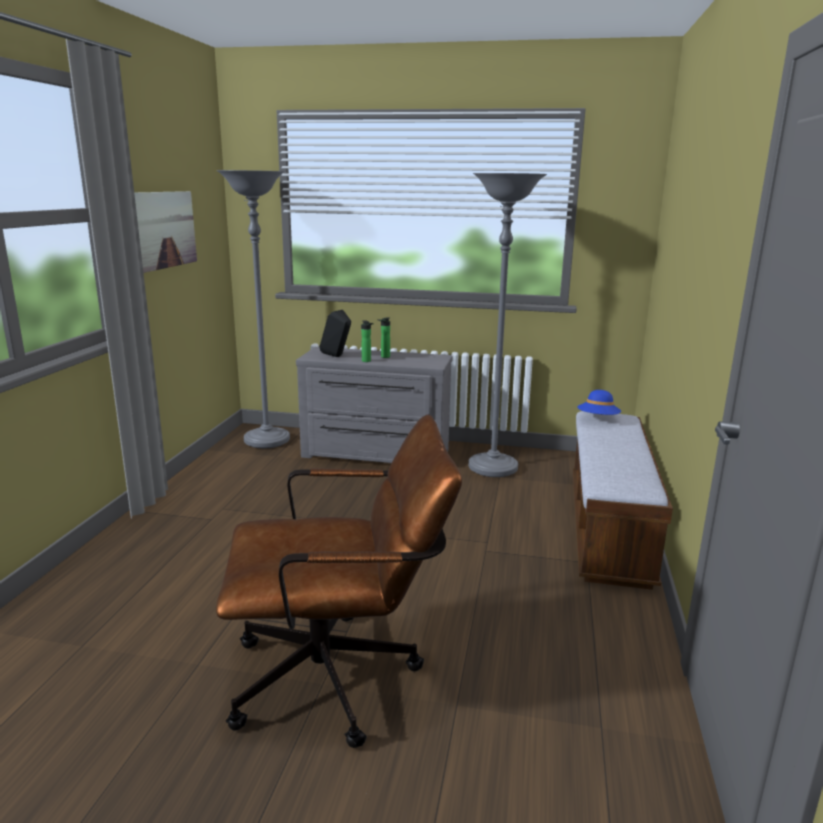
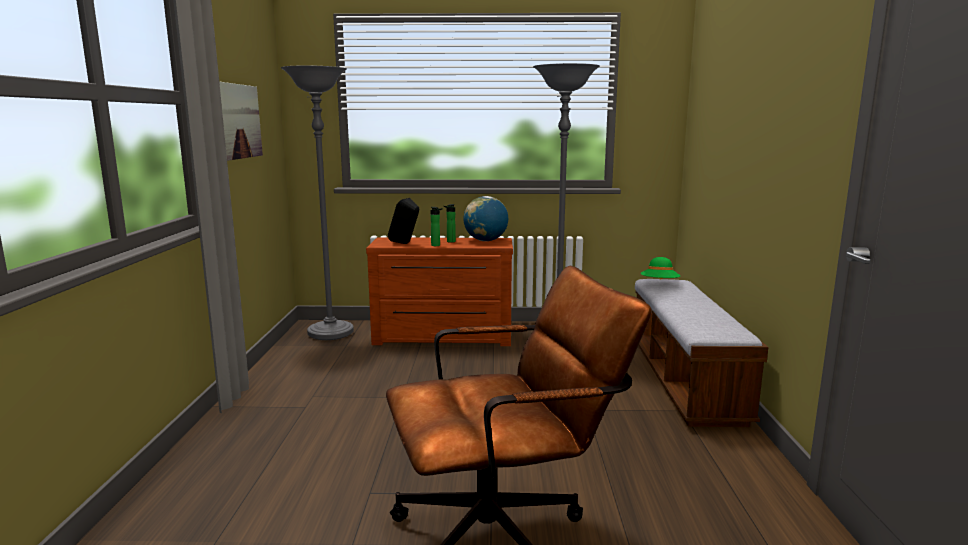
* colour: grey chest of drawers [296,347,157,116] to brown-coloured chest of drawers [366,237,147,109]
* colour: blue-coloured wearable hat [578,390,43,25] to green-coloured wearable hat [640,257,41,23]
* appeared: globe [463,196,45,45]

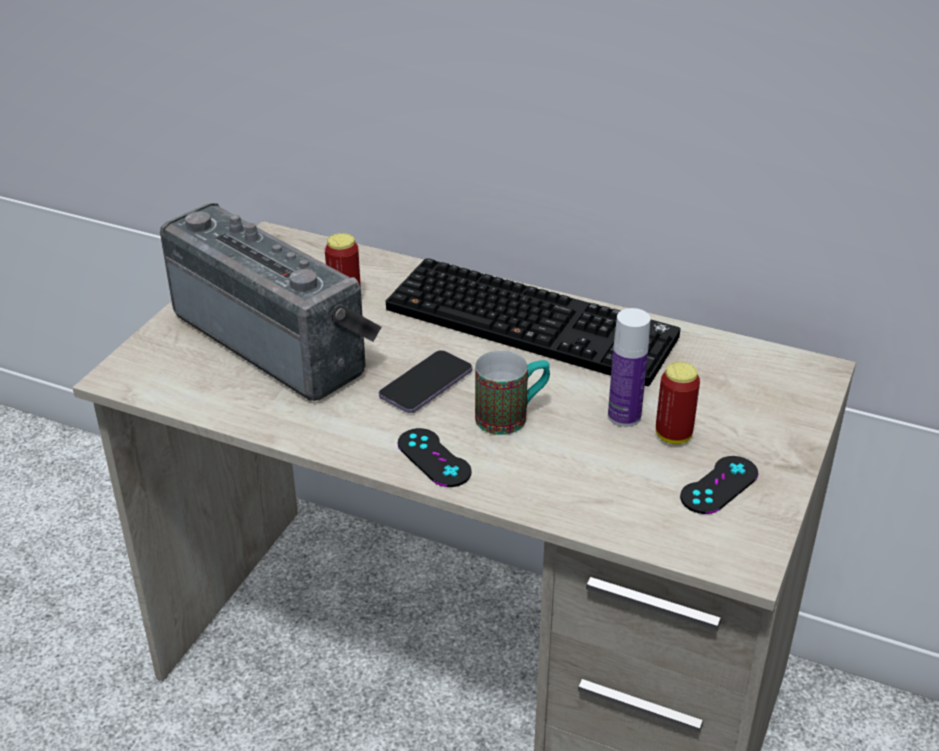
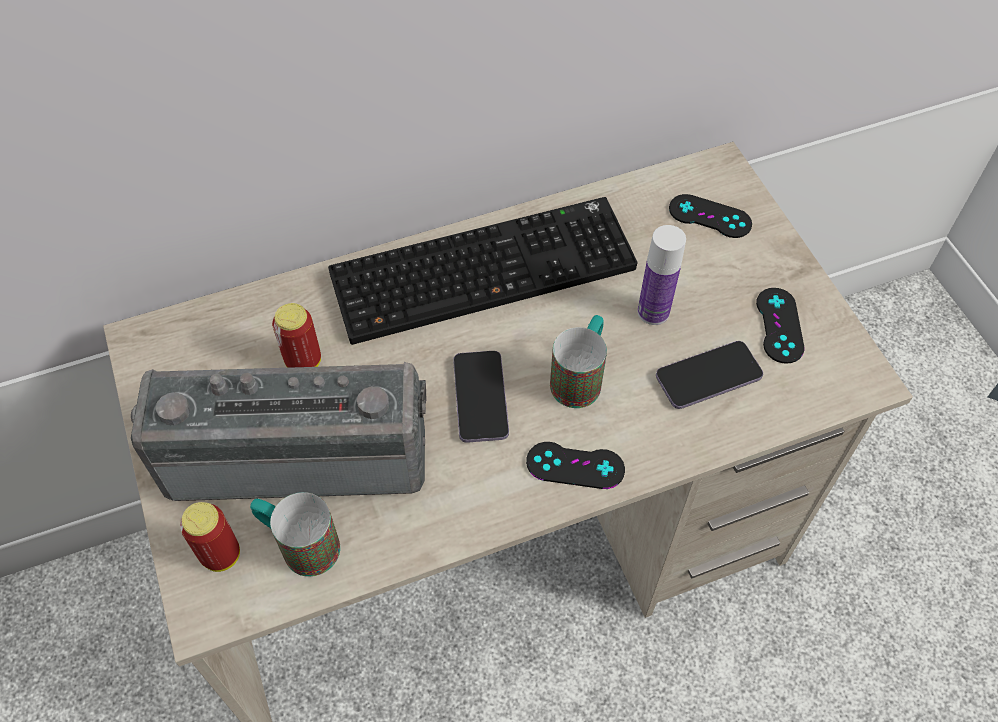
* relocated: metal can [656,361,44,83] to [180,502,60,70]
* appeared: black joypad [669,194,83,44]
* appeared: phone [656,341,107,68]
* appeared: mug [250,492,90,85]

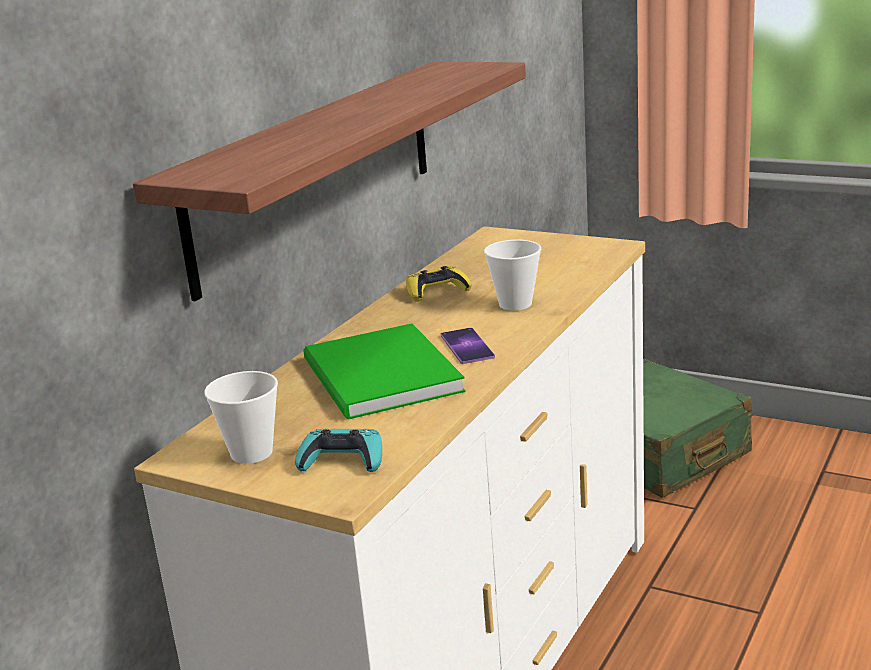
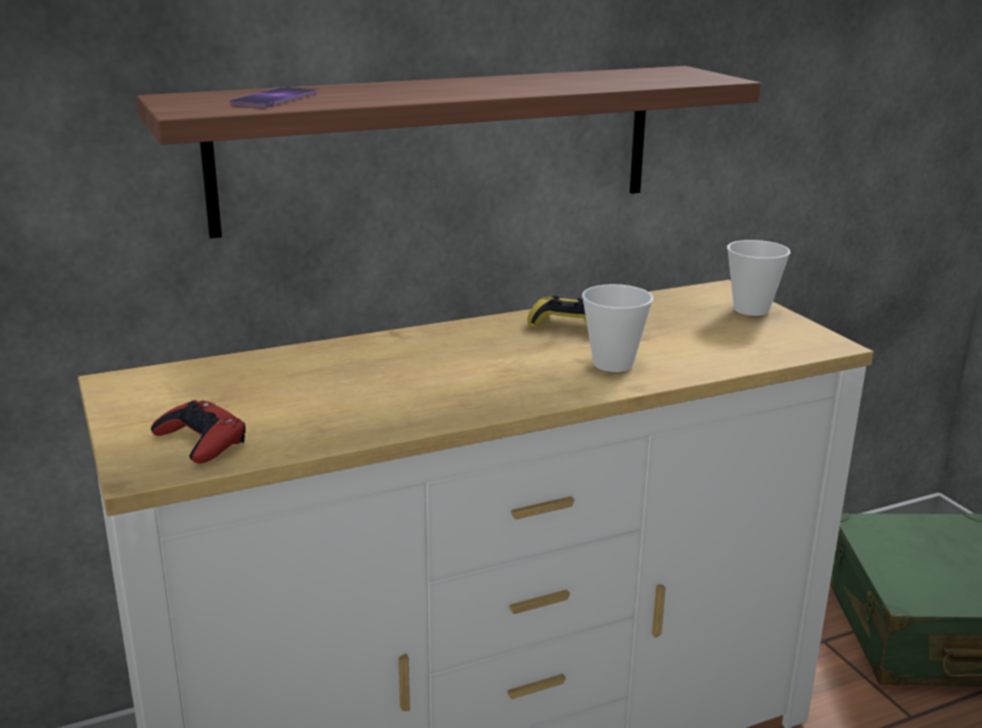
* missing: green-coloured bound book [303,323,163,97]
* relocated: phone [441,328,54,36] to [229,87,89,20]
* relocated: drinking cup [204,371,74,93] to [727,240,64,76]
* colour: turquoise-coloured joypad [295,429,87,43] to reddish joypad [151,400,95,64]

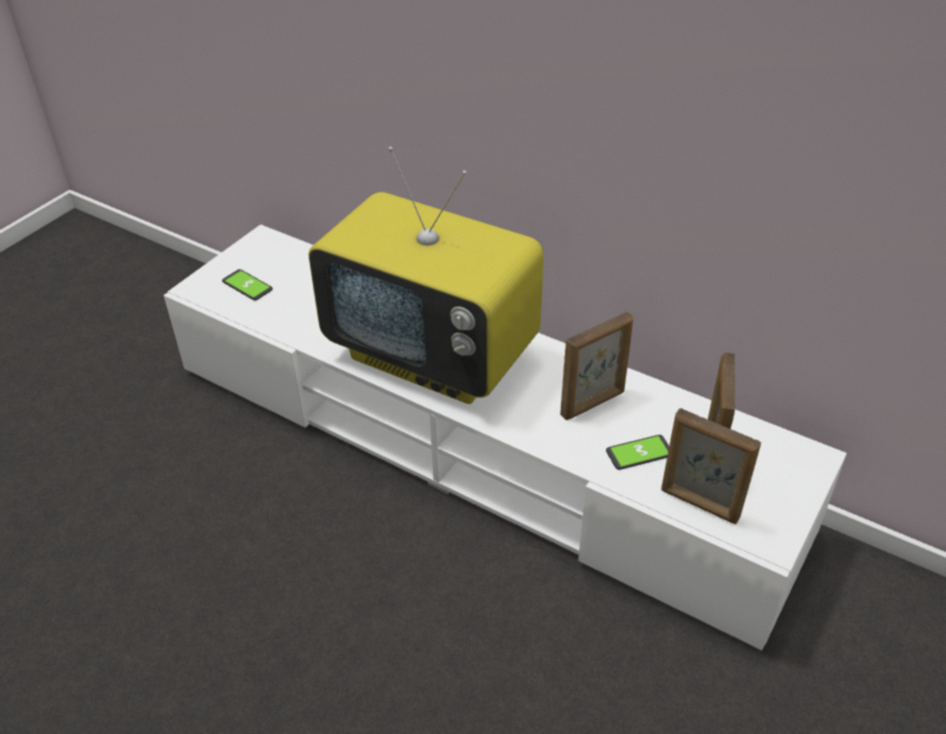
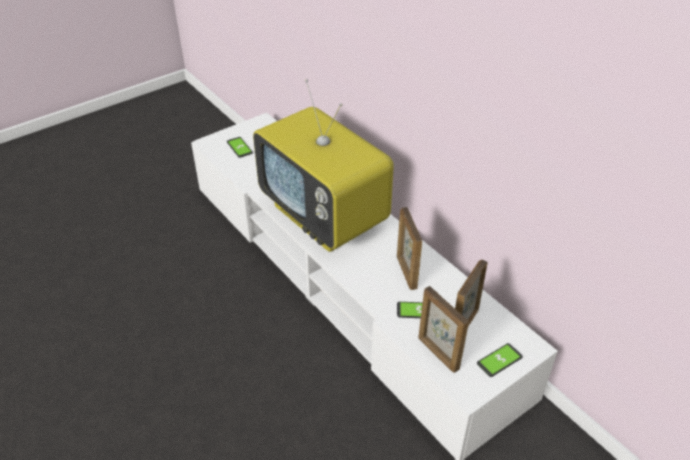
* spun: picture frame [560,312,73,108] = [397,207,25,83] 90 degrees clockwise
* appeared: phone [477,343,46,34]

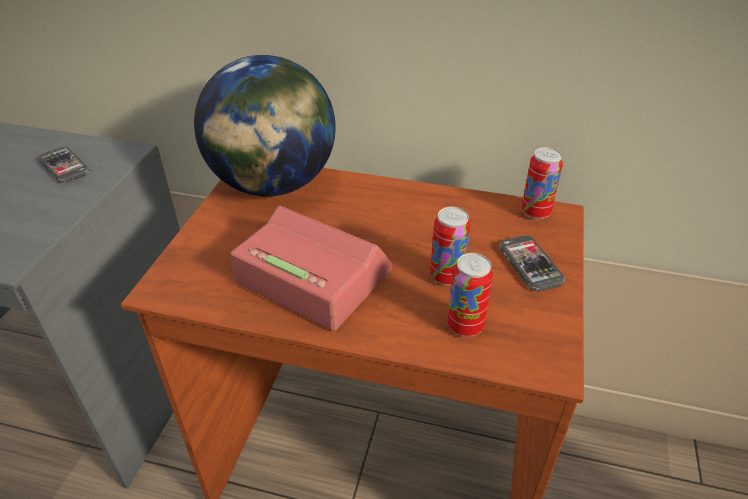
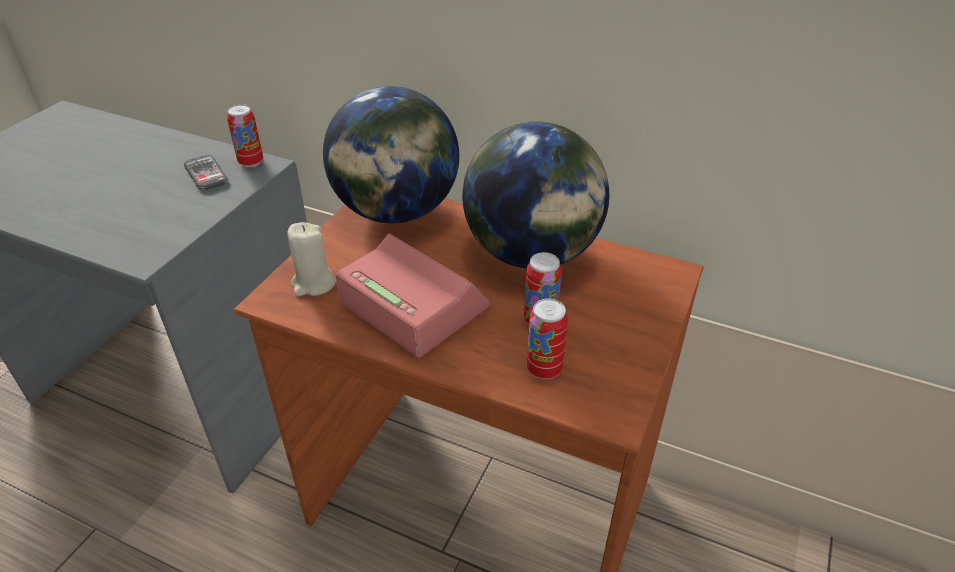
* relocated: metal can [521,147,42,73] to [227,104,36,63]
* missing: phone [499,235,66,57]
* appeared: globe [462,122,147,147]
* appeared: sand-coloured wax candle [287,222,48,74]

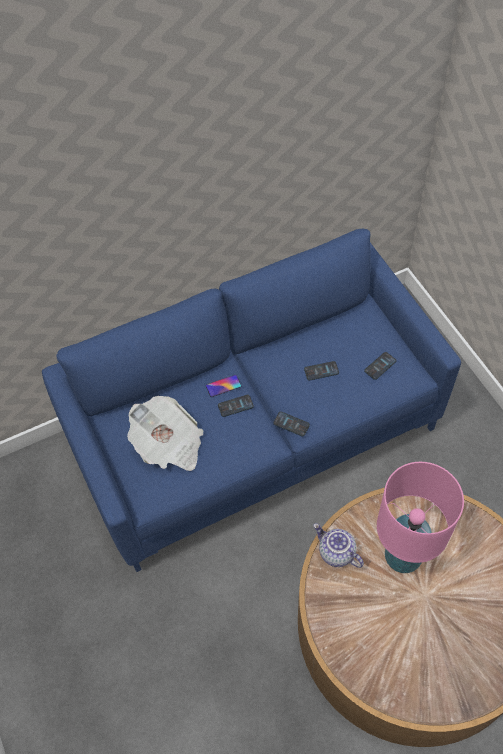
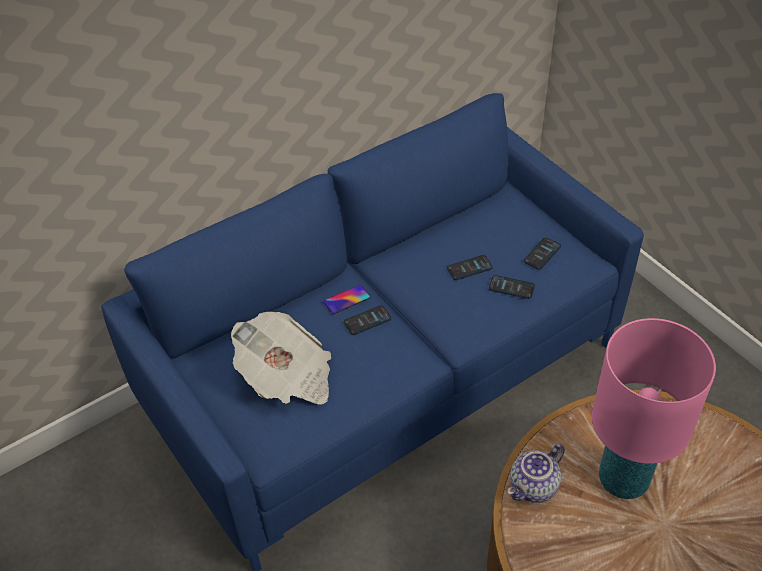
* relocated: phone [273,411,37,26] to [489,275,46,24]
* spun: tea pot [313,523,51,45] = [507,444,58,59] 75 degrees counterclockwise

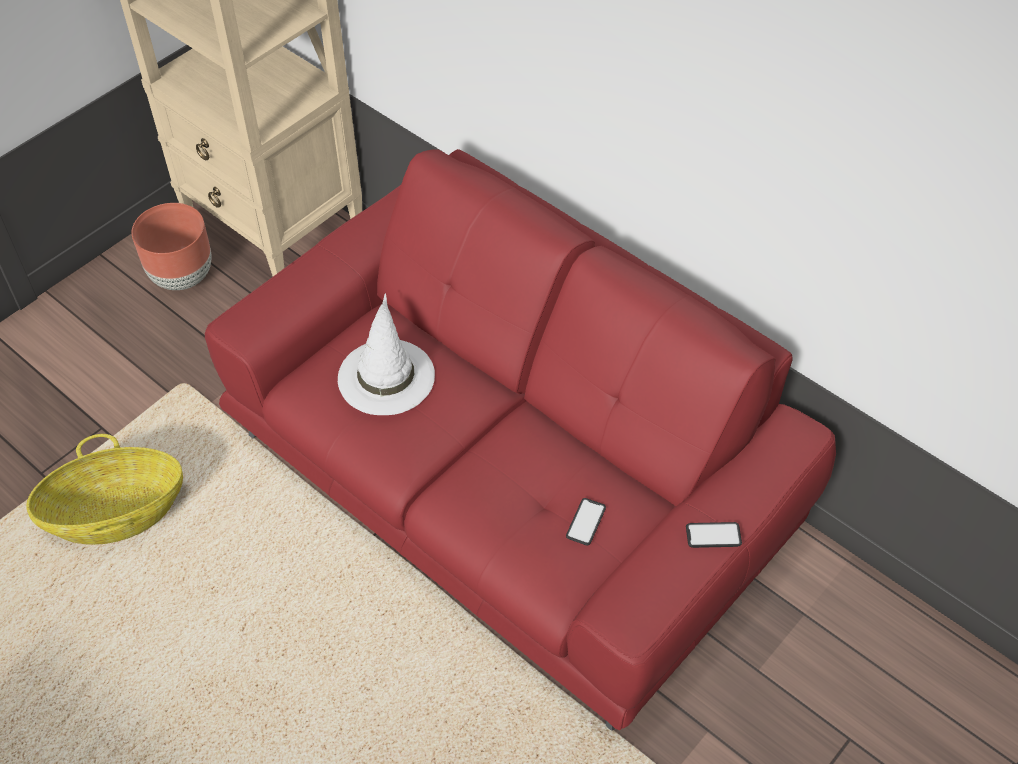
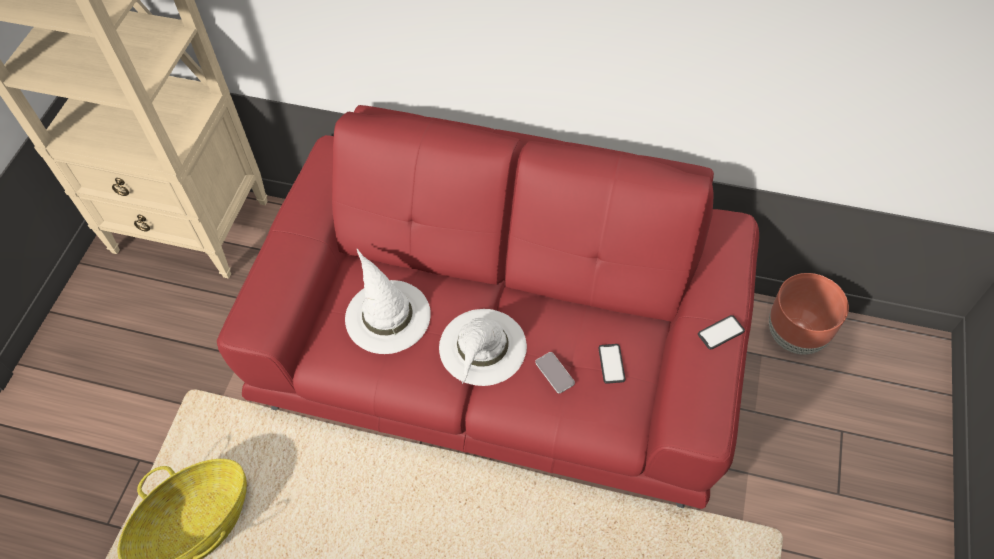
* relocated: brown-coloured planter [132,203,80,87] to [769,273,80,82]
* appeared: white wearable hat [439,309,88,77]
* appeared: phone [535,352,40,42]

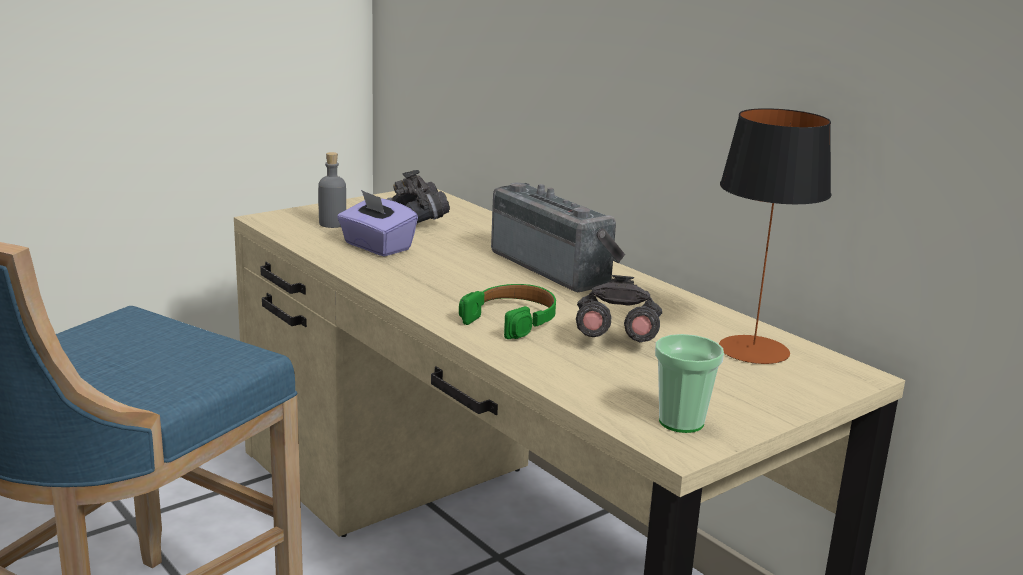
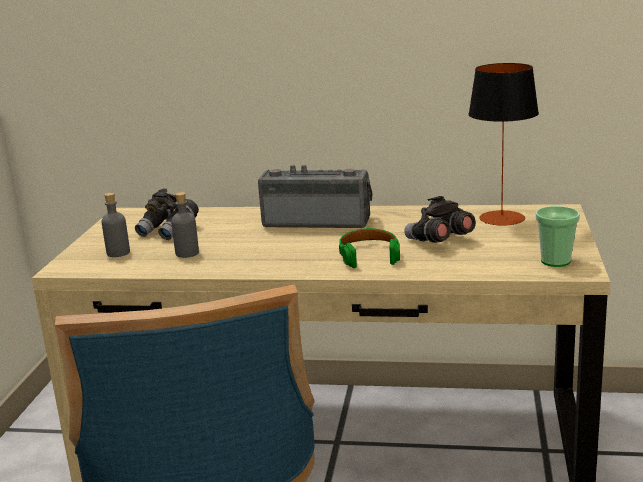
* exchanged: purple tissue box [337,190,81,67] to grey beverage bottle [171,192,28,66]

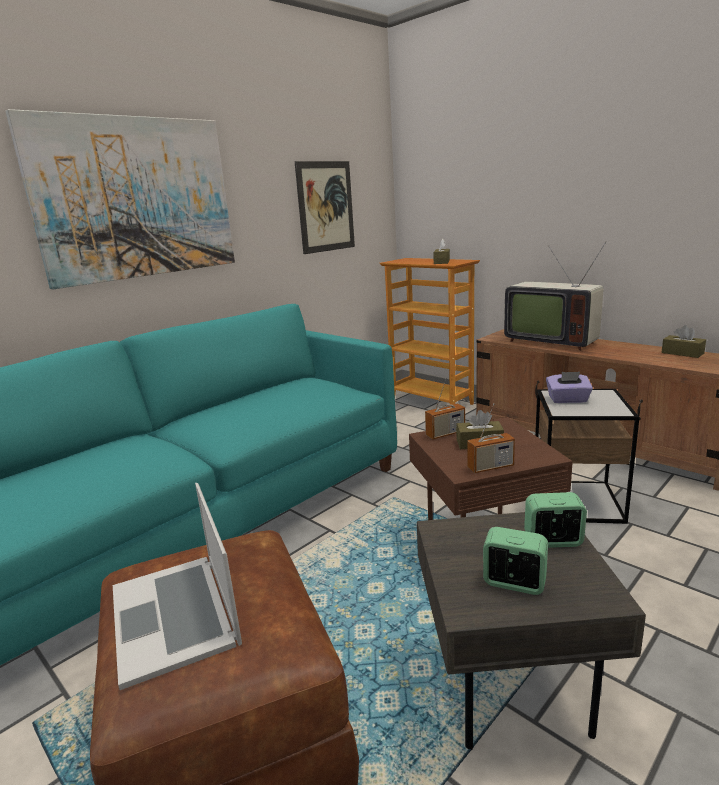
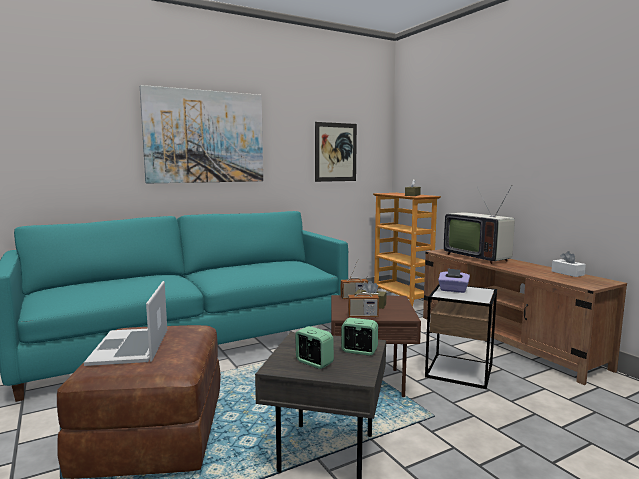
* colour: brown-coloured tissue box [661,325,45,33] to white tissue box [552,251,34,26]

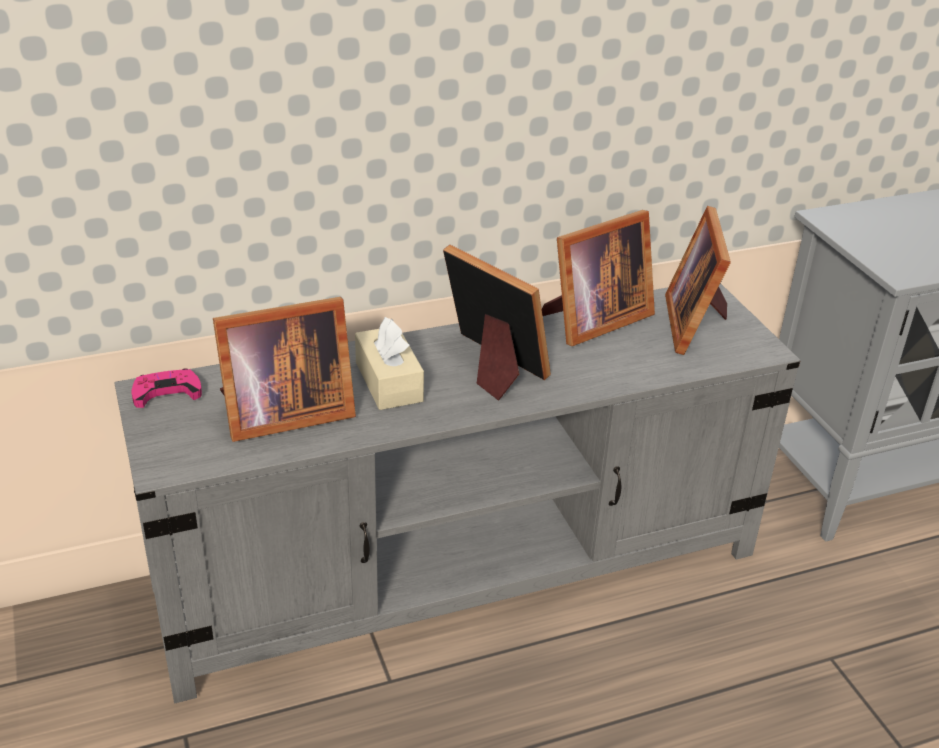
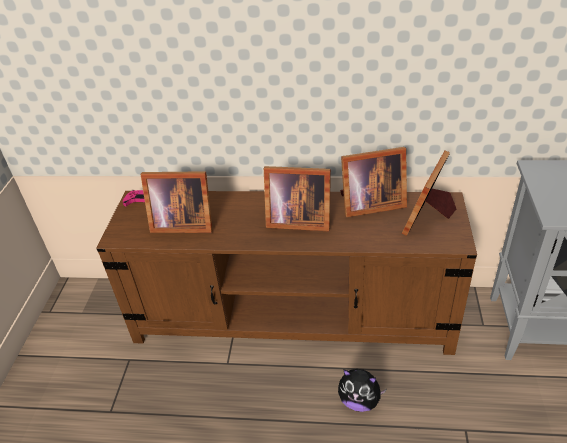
* spun: picture frame [443,245,108,155] = [264,166,67,65] 120 degrees clockwise
* colour: grey tv unit [114,283,687,421] to brown-coloured tv unit [96,191,381,164]
* missing: sand-coloured tissue box [355,317,69,93]
* appeared: plush toy [338,369,48,43]

